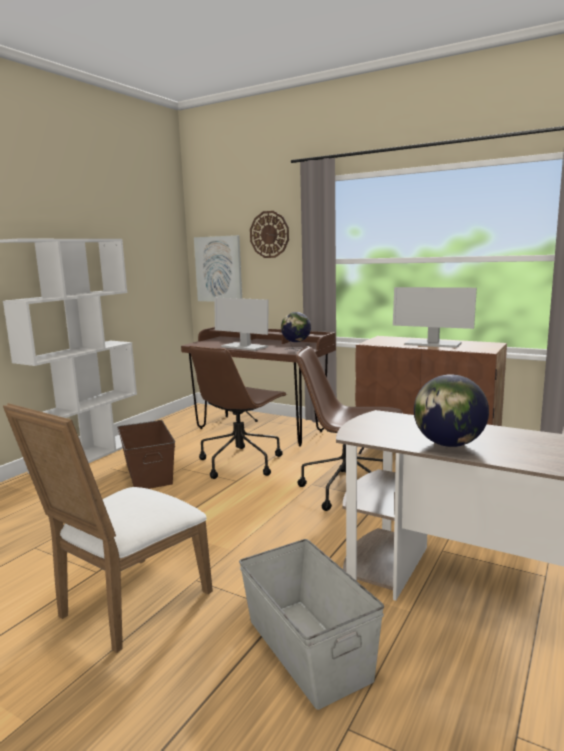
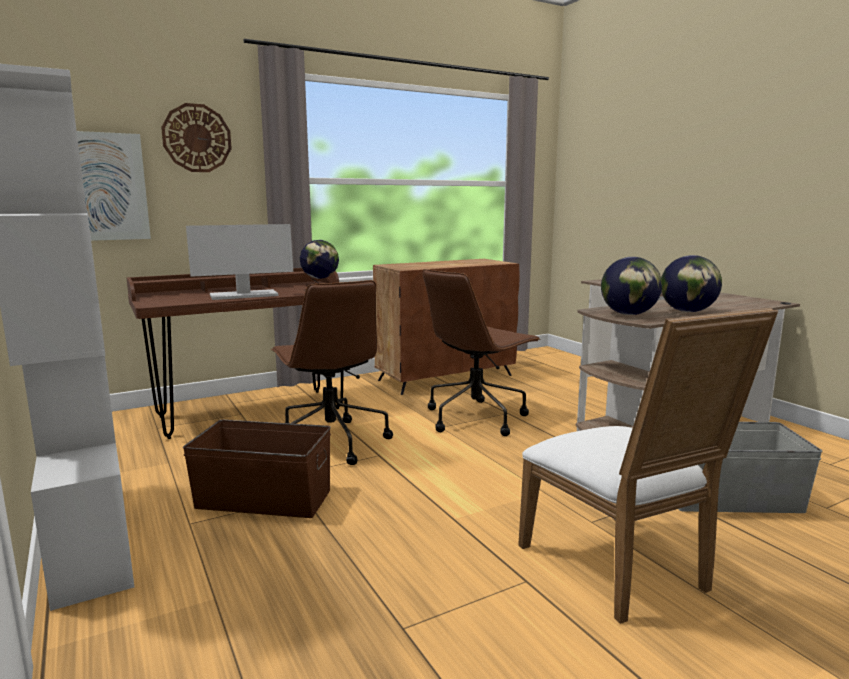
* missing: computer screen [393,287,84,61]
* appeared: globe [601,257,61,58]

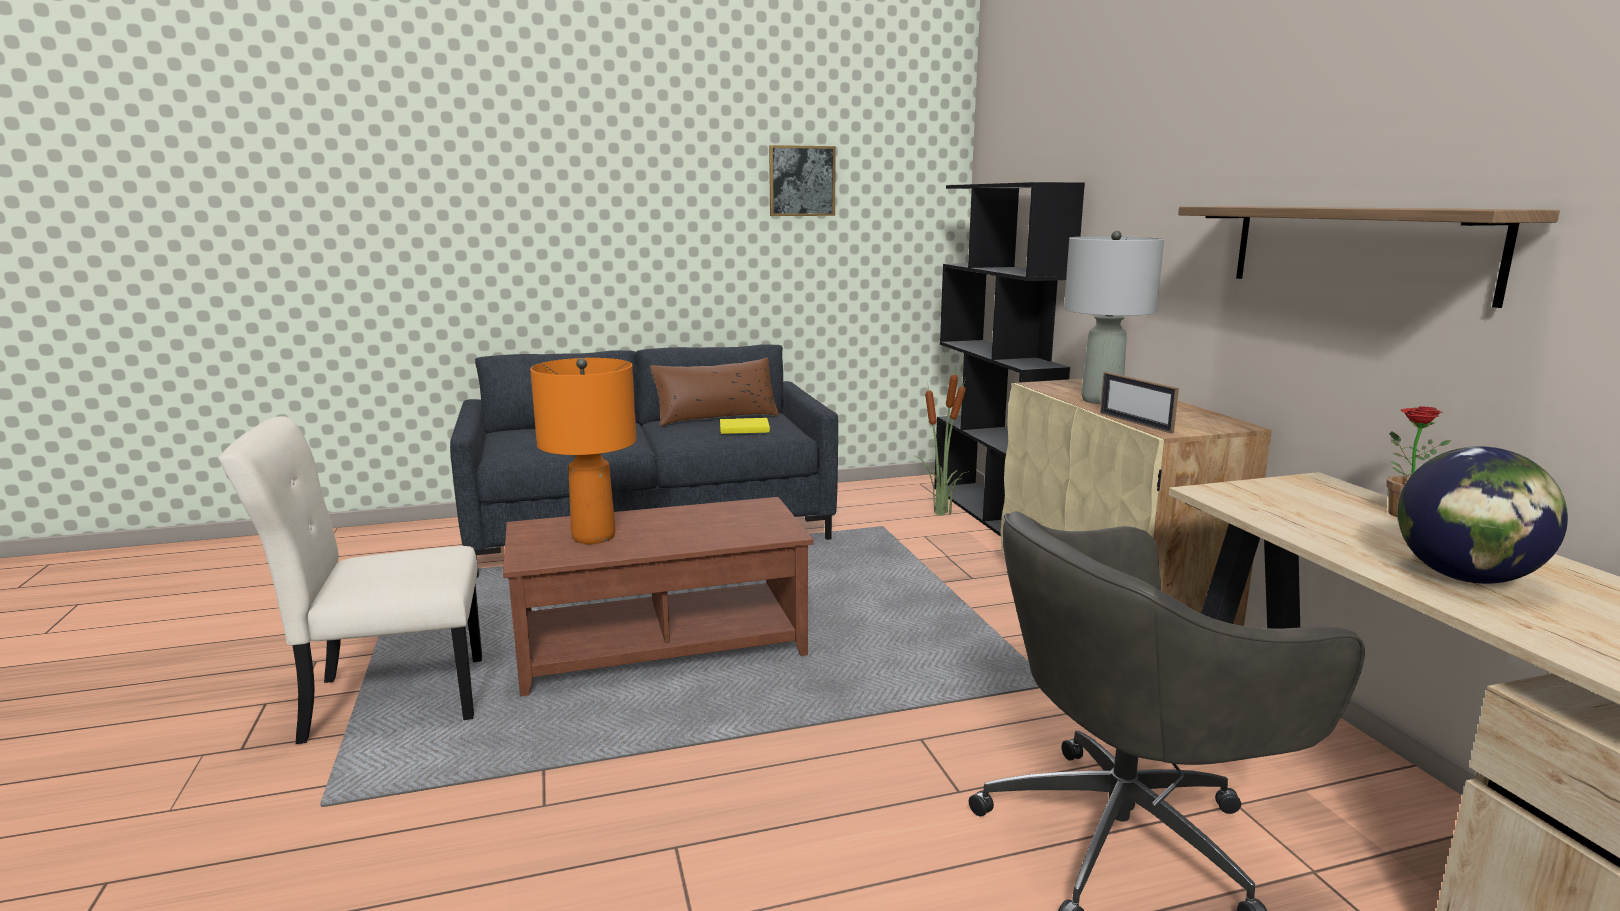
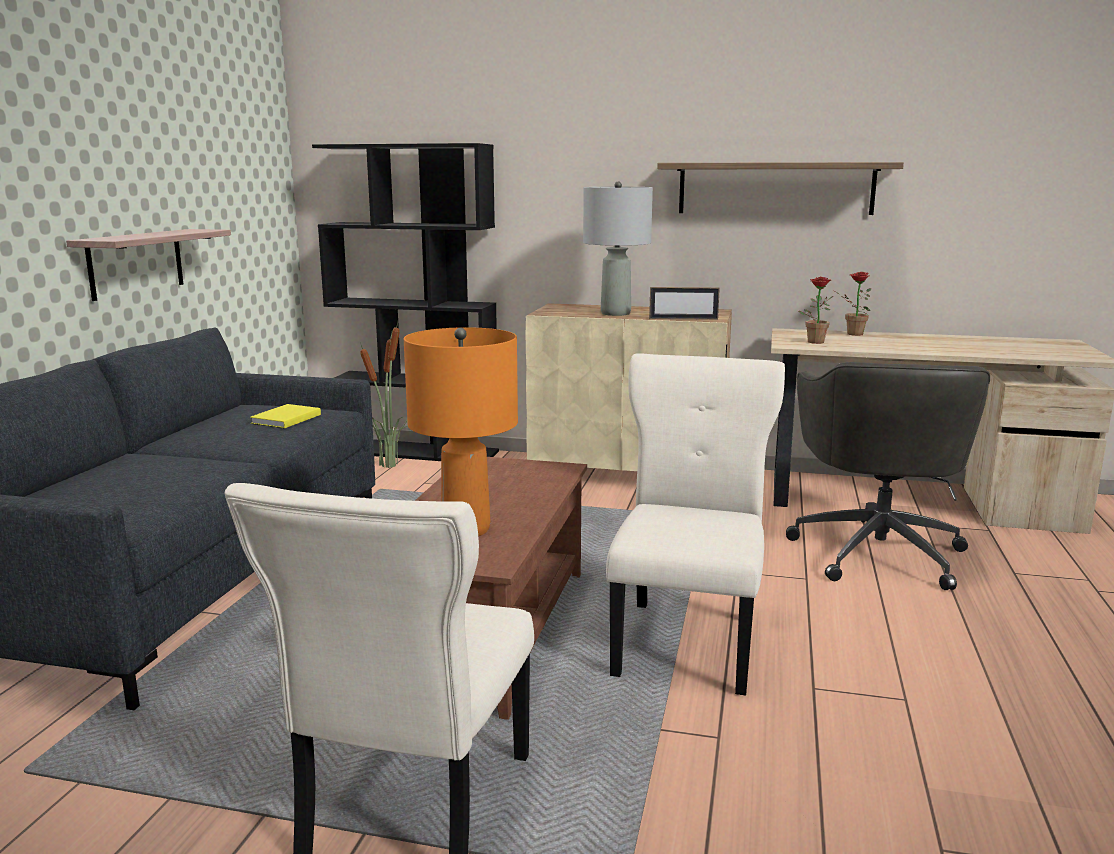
* missing: wall picture [769,145,67,71]
* missing: brown-coloured pillow [650,358,129,68]
* missing: globe [1398,446,170,138]
* appeared: wall shelf [66,229,165,72]
* appeared: plant in a pot [798,277,35,67]
* appeared: sand-coloured plain chair [606,353,179,342]

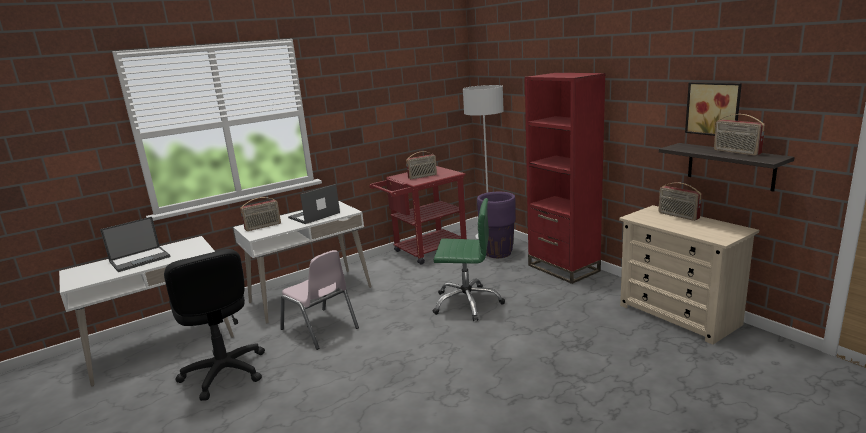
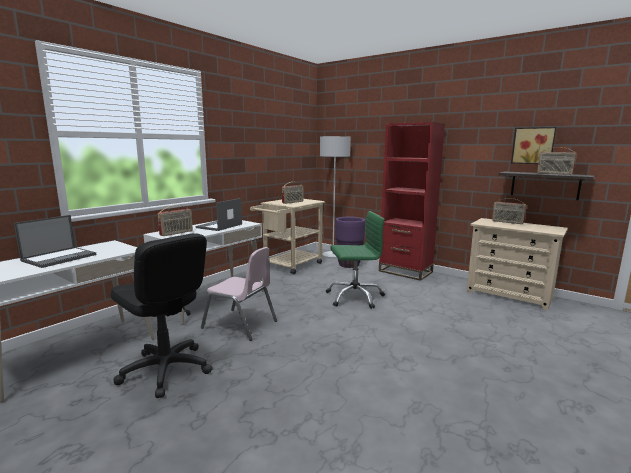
* colour: reddish cart [369,166,98,99] to sand-coloured cart [250,199,75,75]

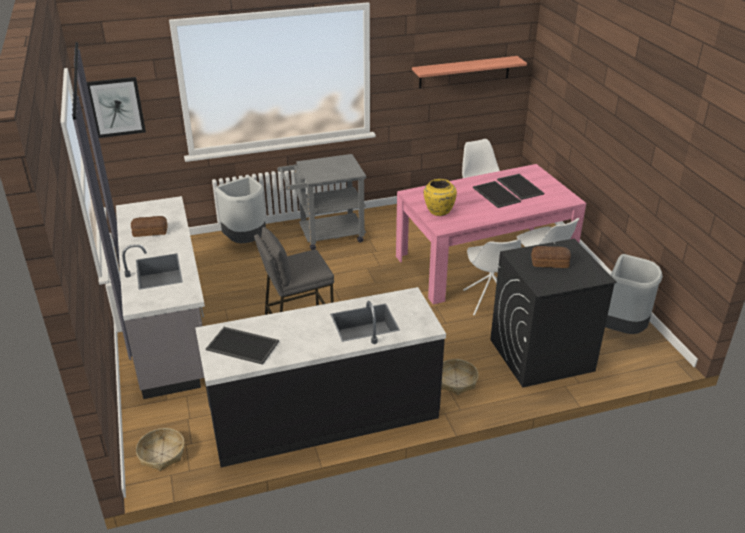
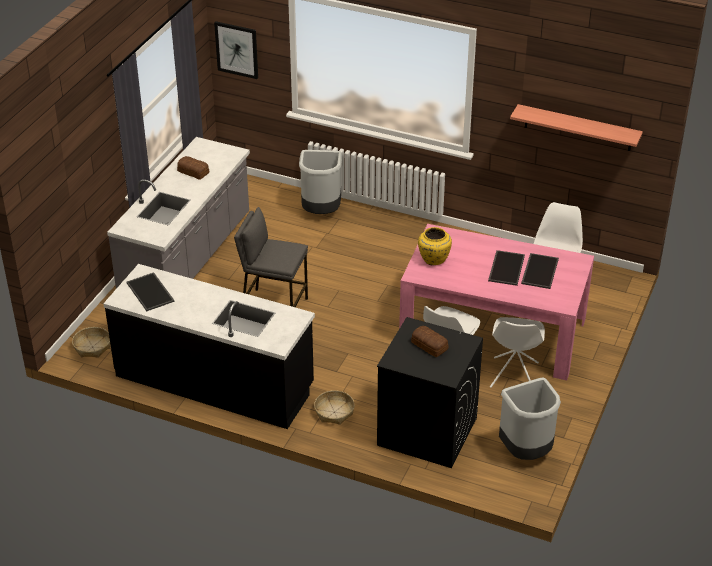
* missing: grey cart [277,154,89,96]

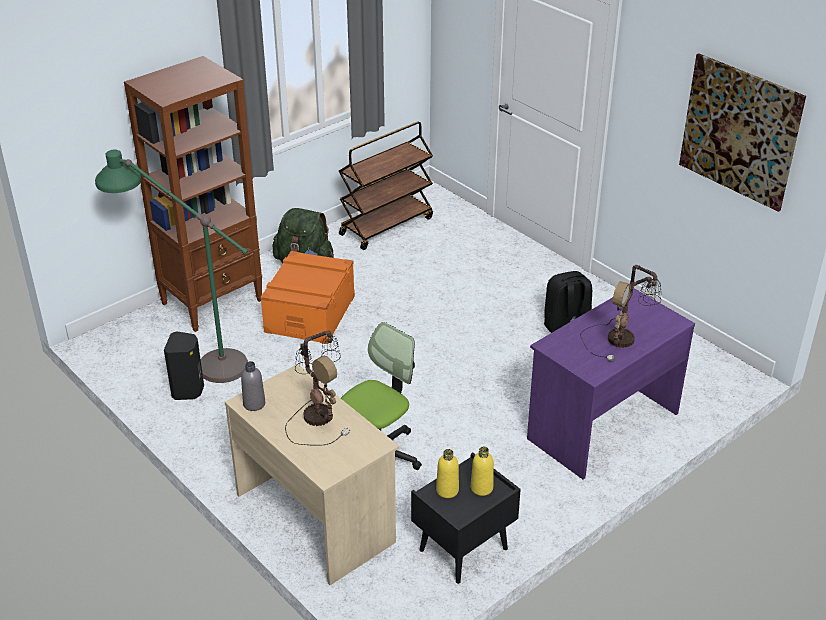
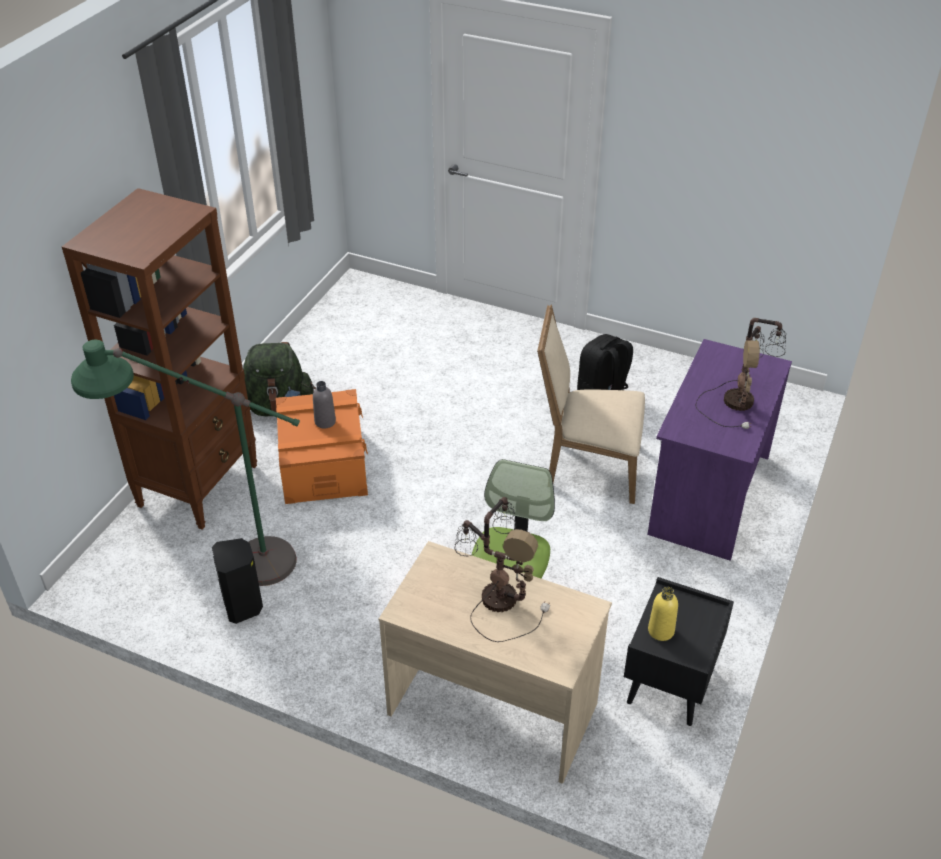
* missing: wall picture [679,53,127,159]
* missing: brown-coloured cart [339,121,94,129]
* relocated: grey beverage bottle [241,361,24,50] to [313,381,23,47]
* missing: yellowish beverage bottle [471,447,23,49]
* appeared: sand-coloured plain chair [537,305,108,199]

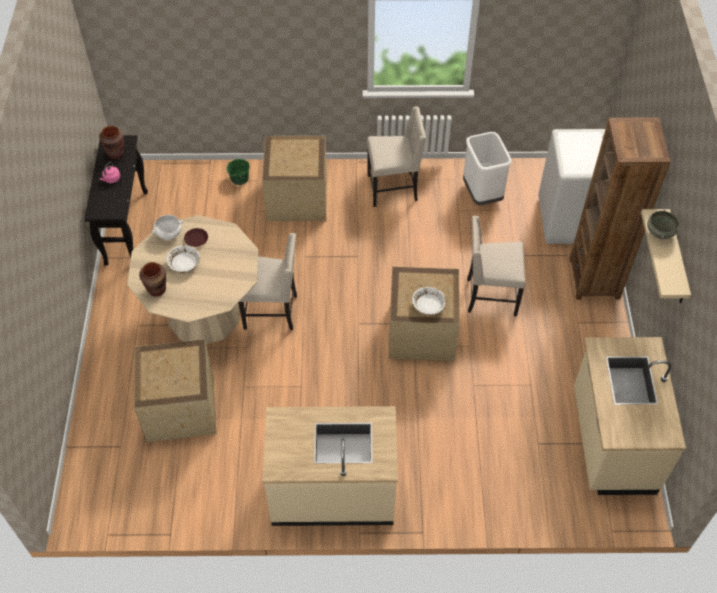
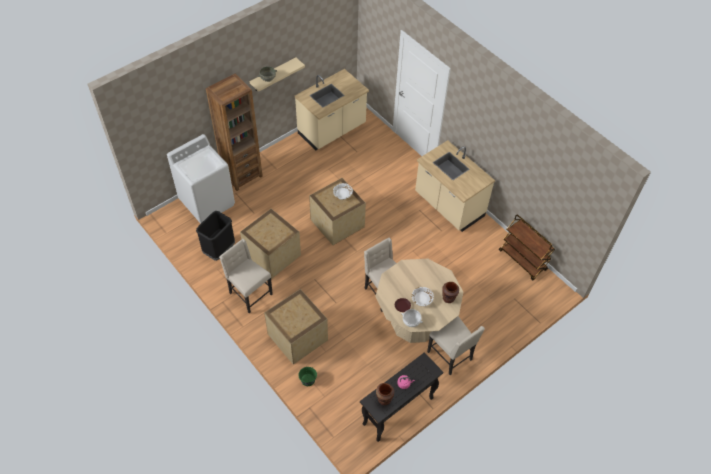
* colour: white rubbish bin [463,132,48,73] to black rubbish bin [196,211,39,50]
* relocated: sand-coloured plain chair [467,216,58,100] to [427,316,58,59]
* relocated: crate [134,339,82,103] to [240,209,61,70]
* appeared: brown-coloured cart [499,215,56,65]

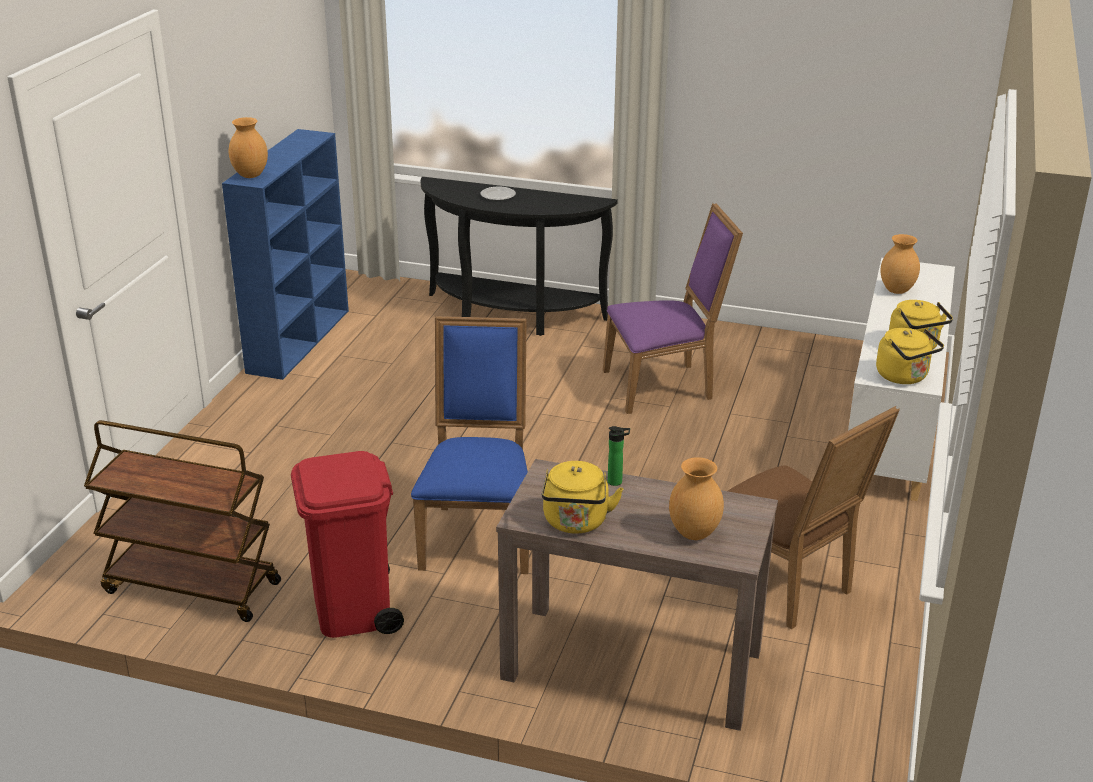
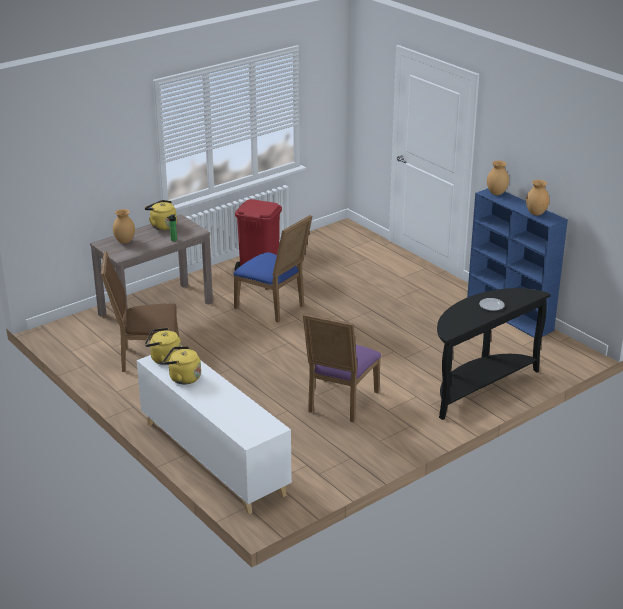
* relocated: brown-coloured flower vase [881,234,39,60] to [526,180,23,35]
* missing: brown-coloured cart [84,420,197,202]

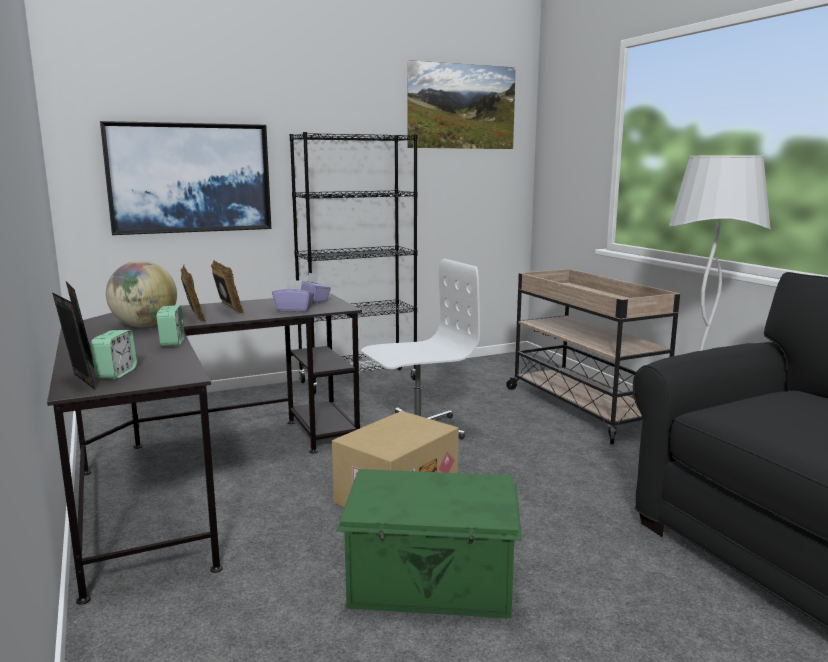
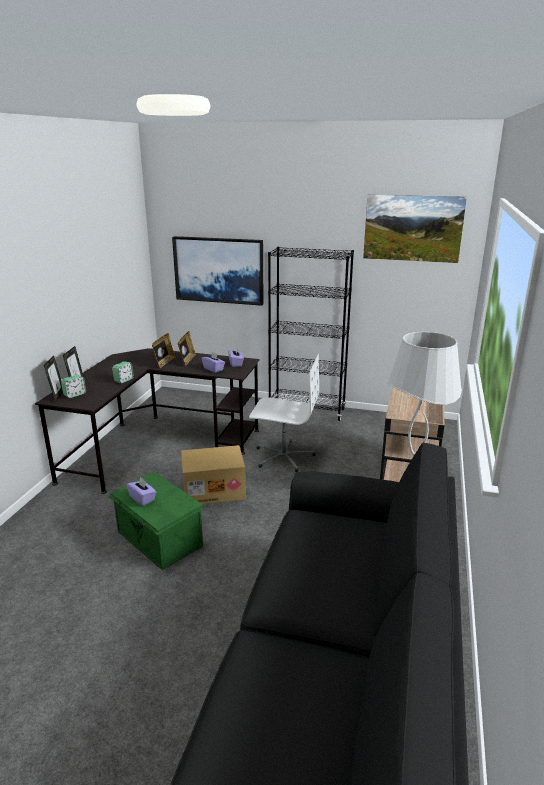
* missing: globe [106,261,71,66]
* appeared: purple tissue box [126,477,30,29]

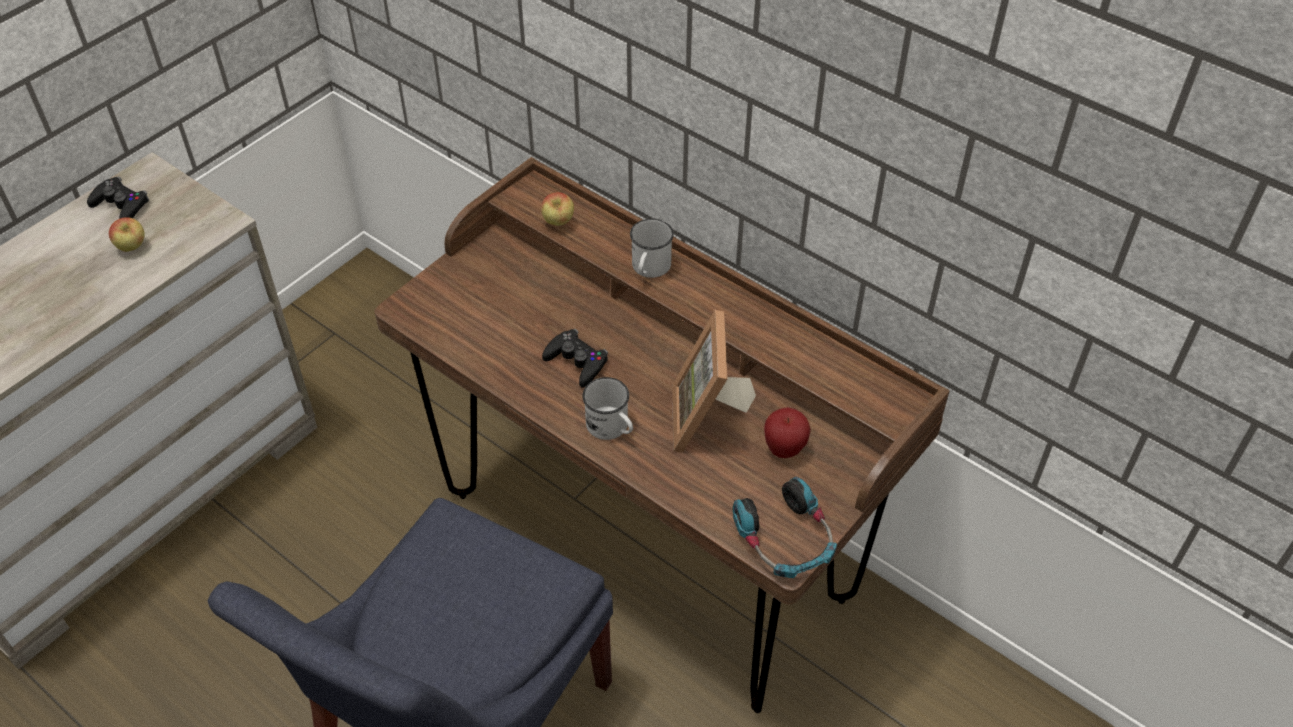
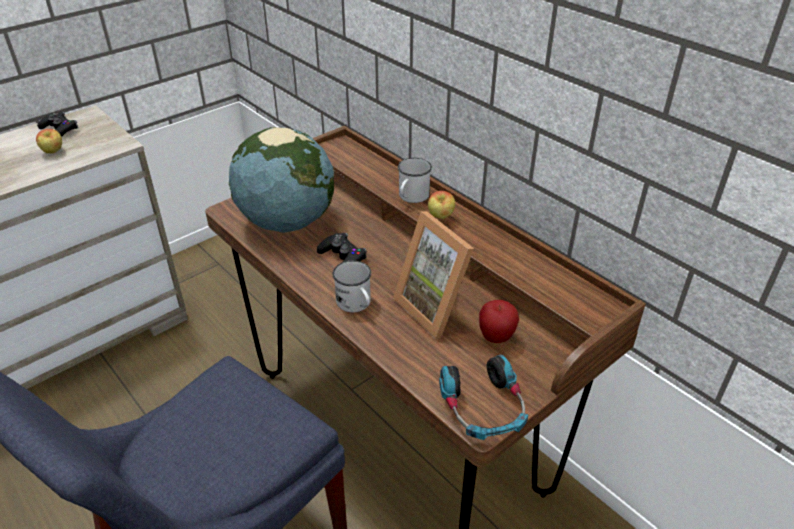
* relocated: apple [541,192,33,34] to [428,191,27,28]
* spun: picture frame [672,310,84,143] = [393,211,81,128] 45 degrees counterclockwise
* appeared: globe [229,127,105,106]

